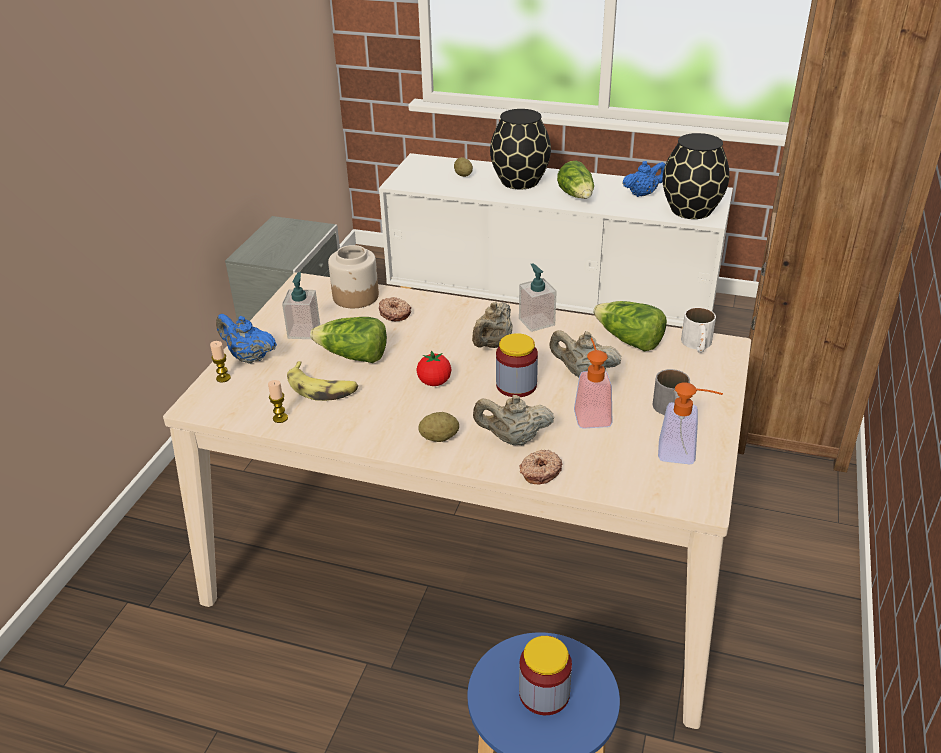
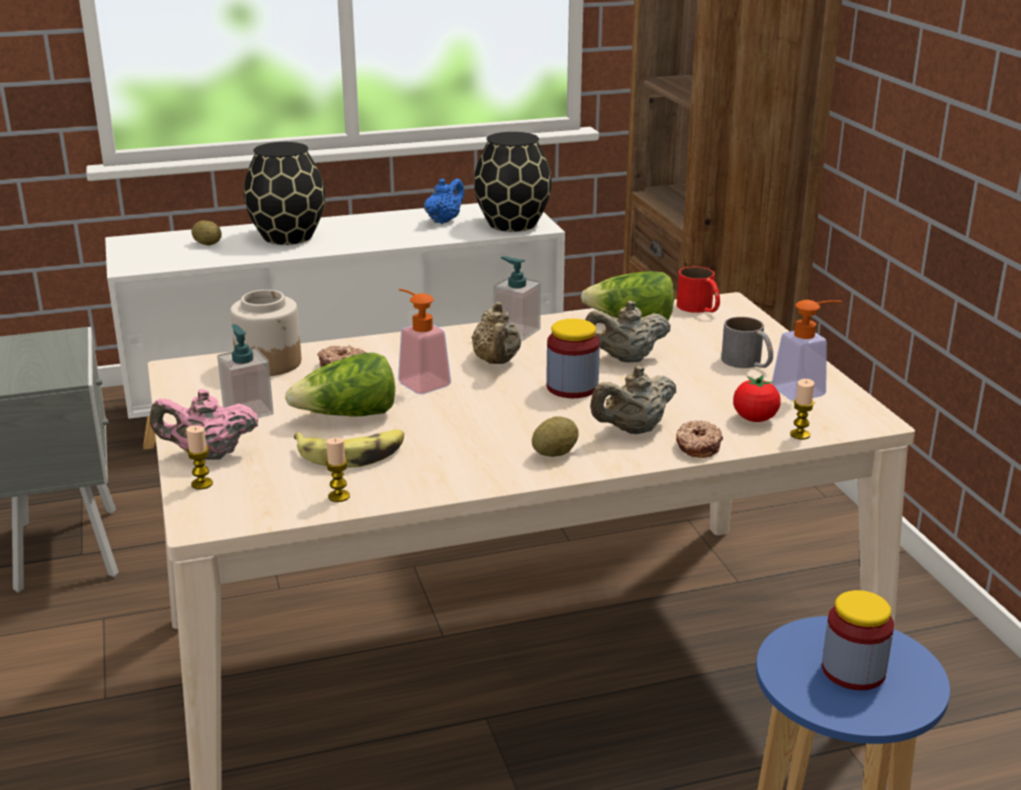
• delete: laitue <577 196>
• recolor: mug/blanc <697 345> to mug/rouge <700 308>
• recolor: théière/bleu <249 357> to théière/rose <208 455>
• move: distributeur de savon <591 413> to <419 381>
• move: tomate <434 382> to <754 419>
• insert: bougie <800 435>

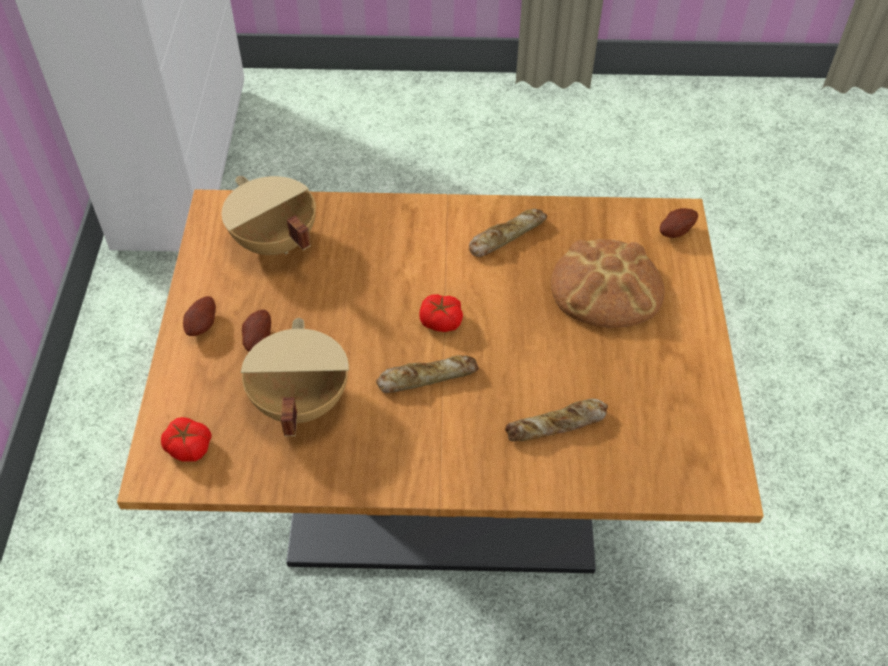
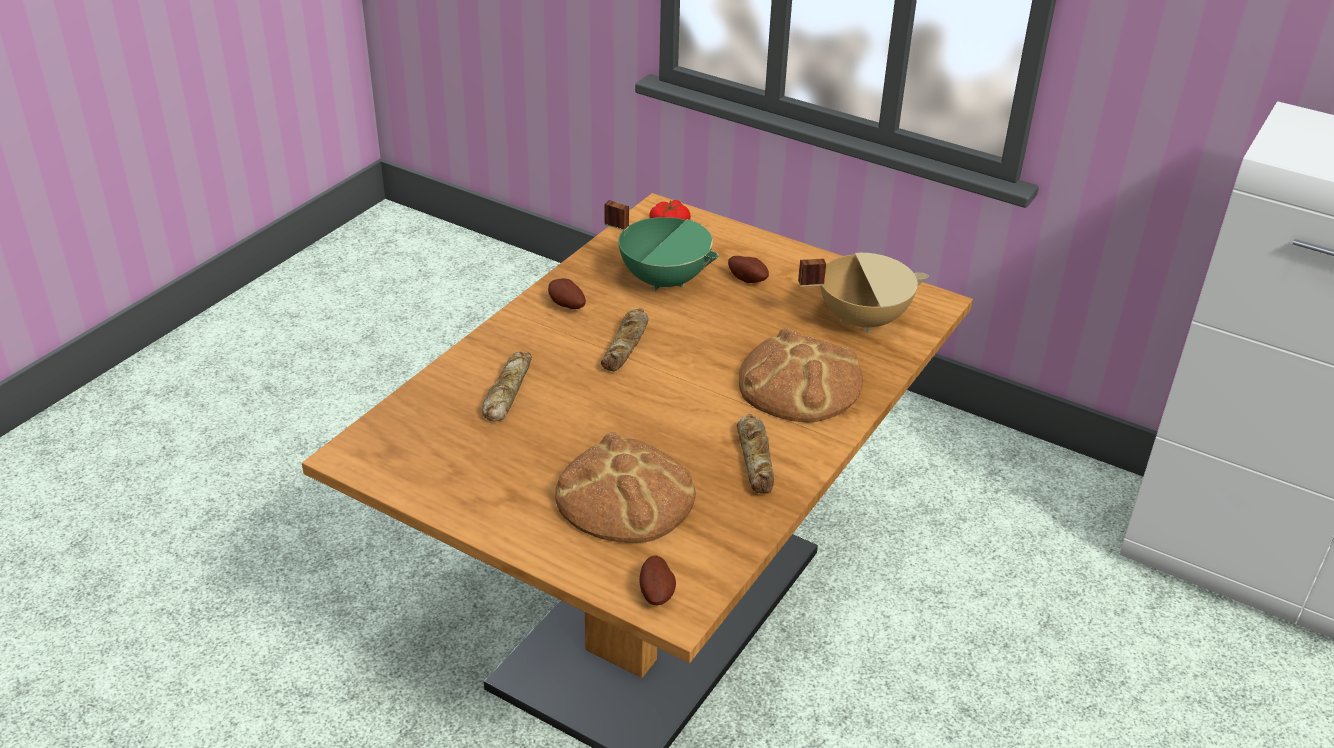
• delete: tomate <441 321>
• move: pomme de terre <203 325> to <566 306>
• recolor: marmite/beige <298 401> to marmite/vert <664 279>
• insert: pain <799 383>

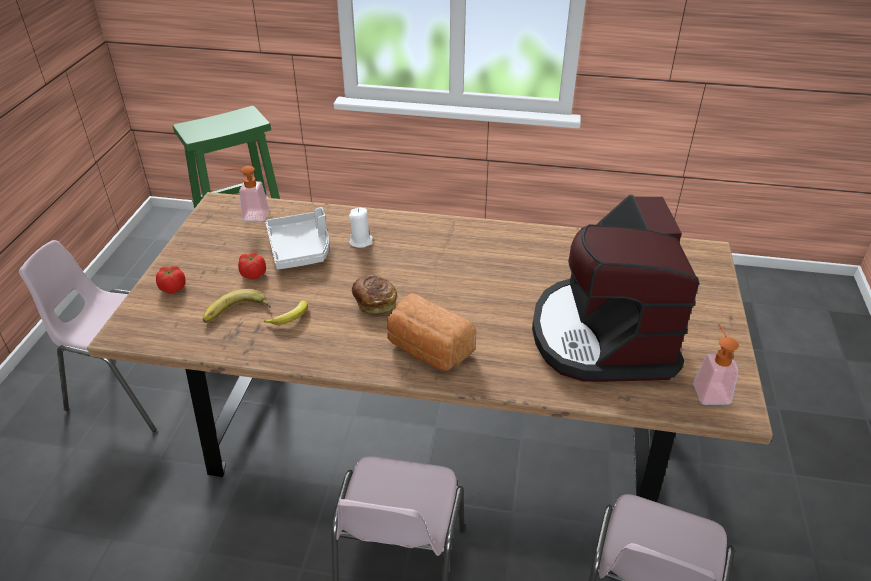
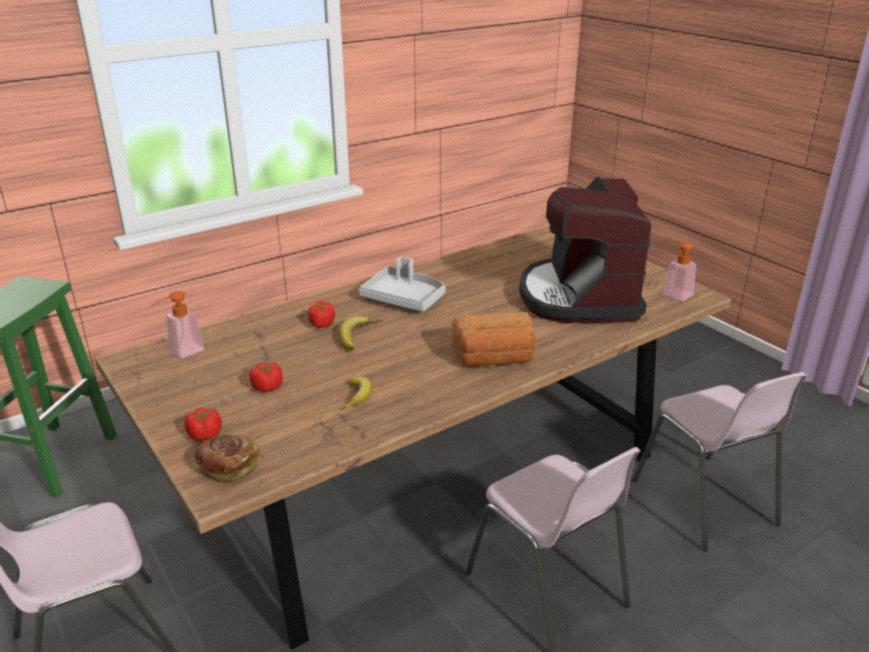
• rotate: machine à café <602 336> = <579 297> 45 degrees clockwise
• move: plateau/gris <301 249> to <404 298>
• replace: bougie/blanc <361 241> to tomate <322 324>
• move: pain <374 302> to <228 468>
• move: banane <237 313> to <361 337>

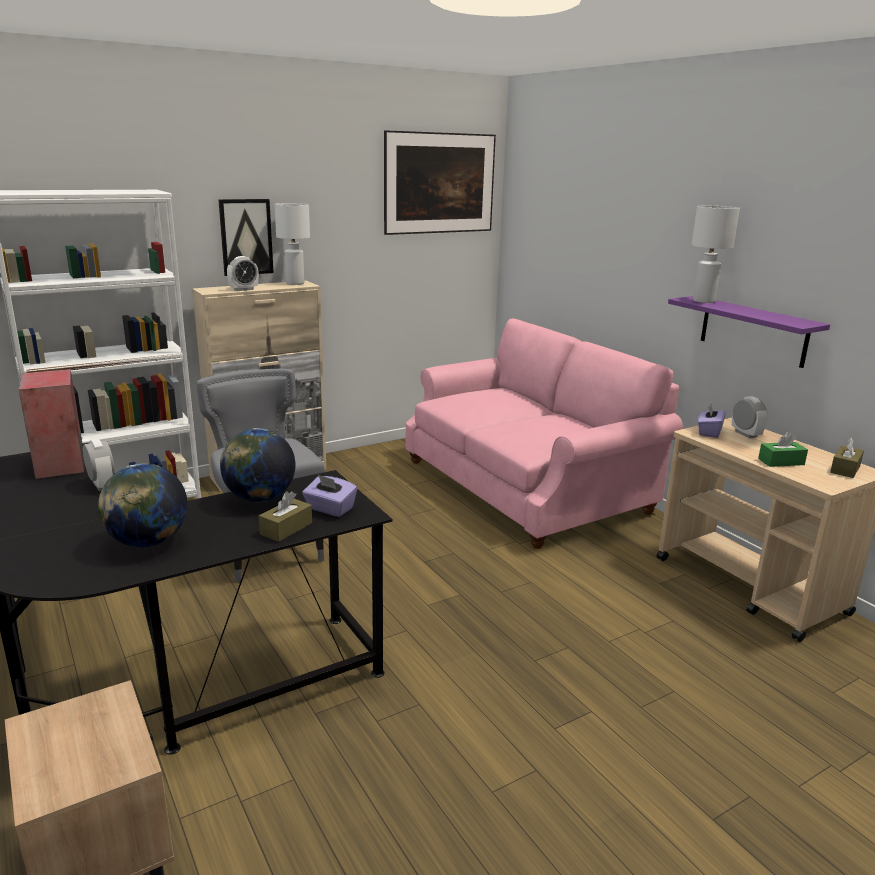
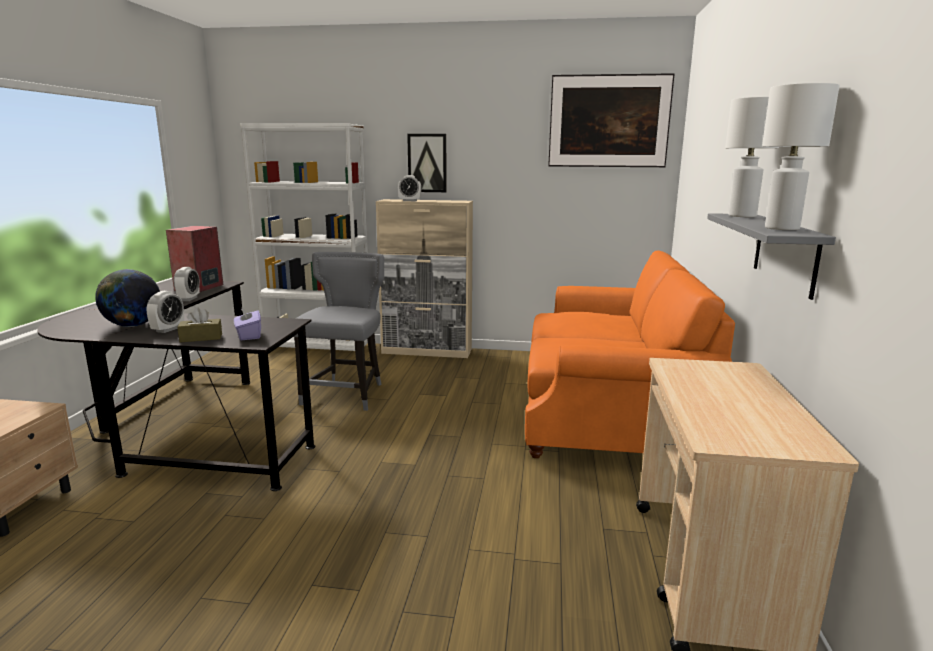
• move: lampe de table/blanc <295 283> to <783 228>
• recolor: étagère/violet <753 331> to étagère/gris <785 253>
• recolor: canapé/rose <525 486> to canapé/orange <607 411>
• move: réveil <745 434> to <168 329>
• delete: boîte à mouchoirs/violet <709 432>
• delete: globe <260 498>
• delete: boîte à mouchoirs/vert <781 462>
• delete: boîte à mouchoirs/marron <845 469>

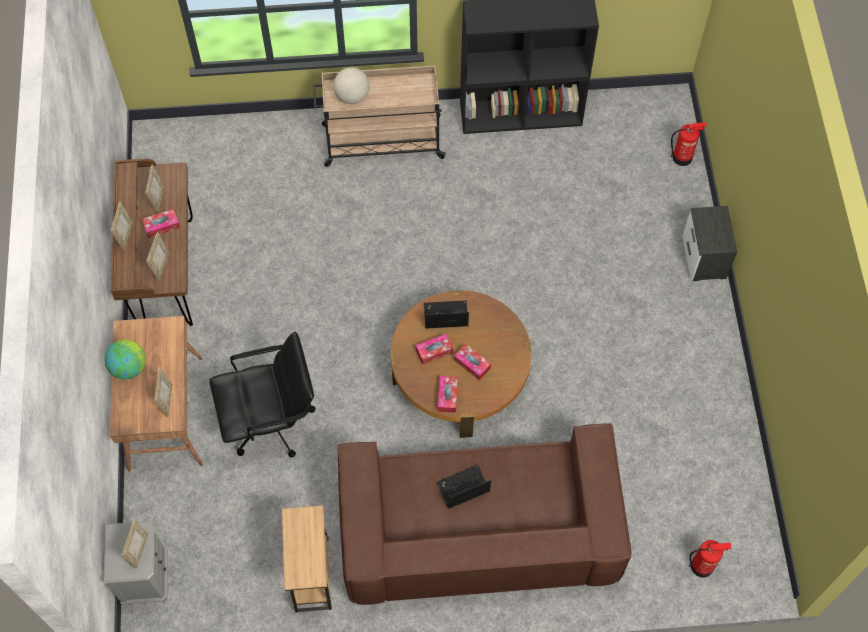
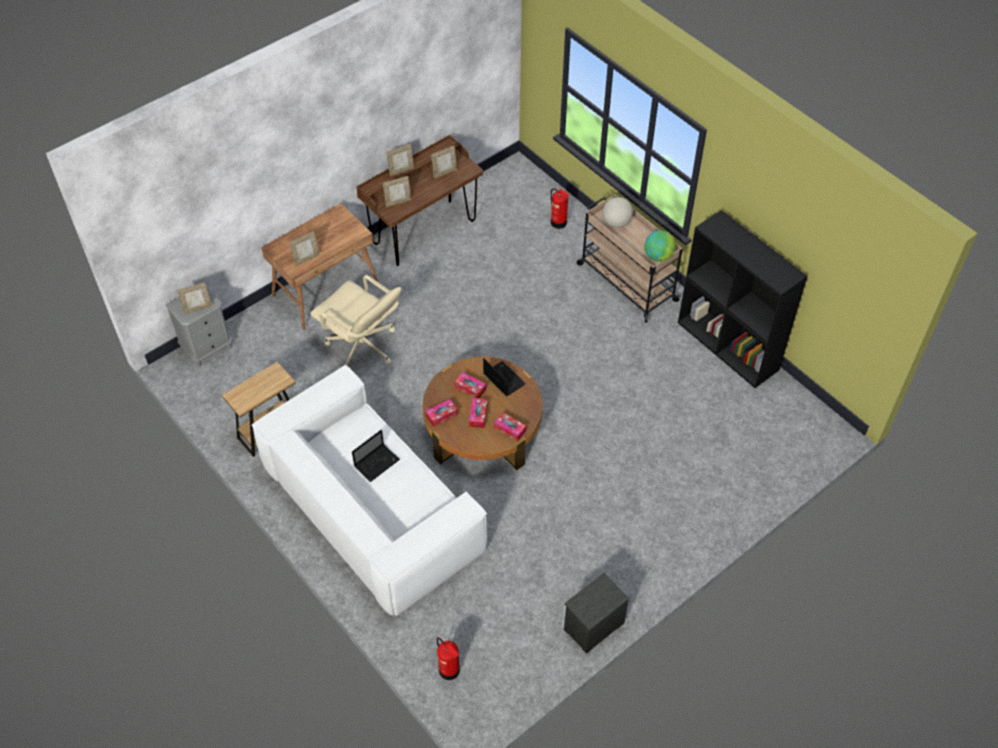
• move: extincteur <682 157> to <558 223>
• move: table de chevet <704 258> to <592 626>
• move: boîte à mouchoirs <162 226> to <510 429>
• recolor: chaise de bureau/noir <271 422> to chaise de bureau/beige <362 347>
• move: globe <129 367> to <658 256>
• recolor: canapé/marron <478 529> to canapé/blanc <372 508>
• rotate: ordinateur portable <462 488> = <377 462> 105 degrees clockwise

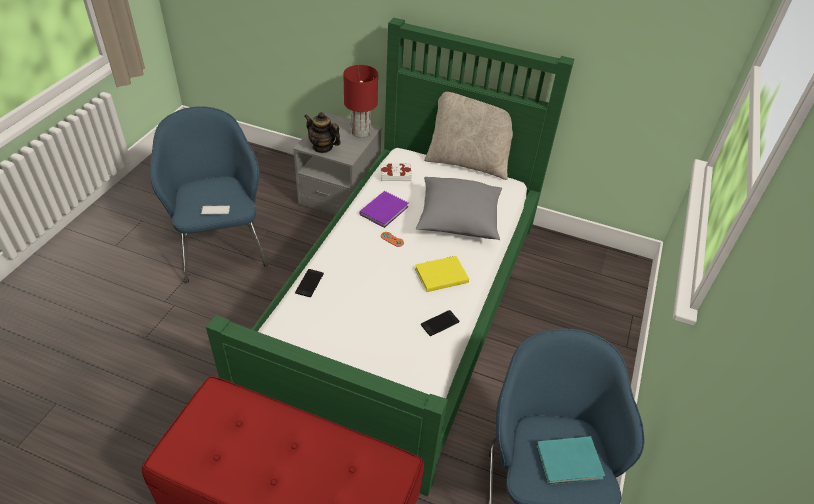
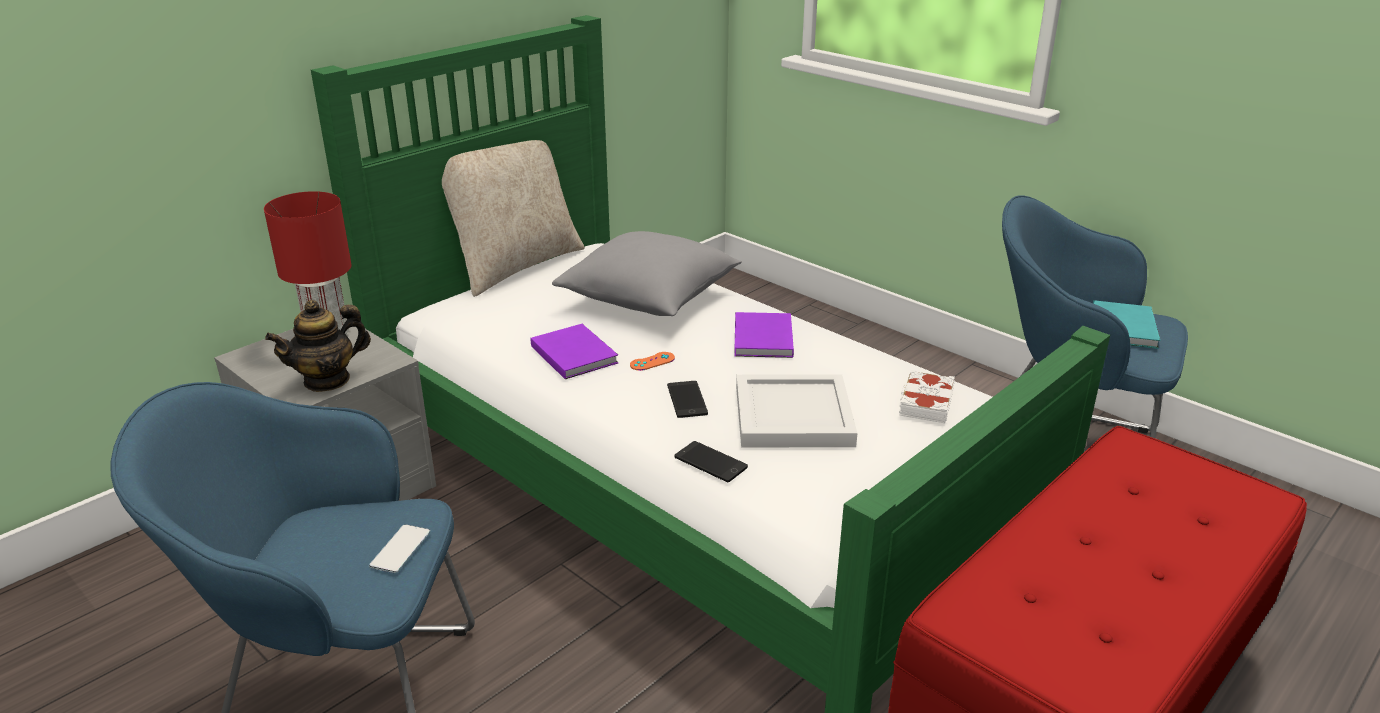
• move: livre/blanc <395 174> to <925 402>
• recolor: livre/jaune <440 275> to livre/violet <762 339>
• move: téléphone <440 323> to <687 400>
• insert: plateau/blanc <795 415>

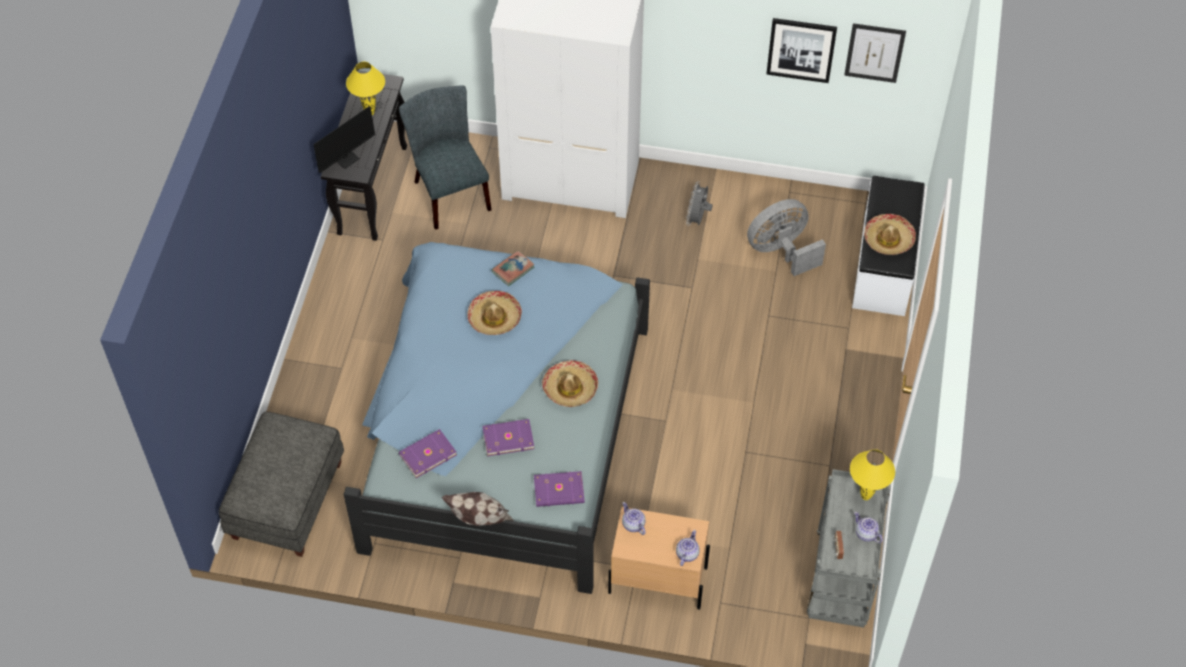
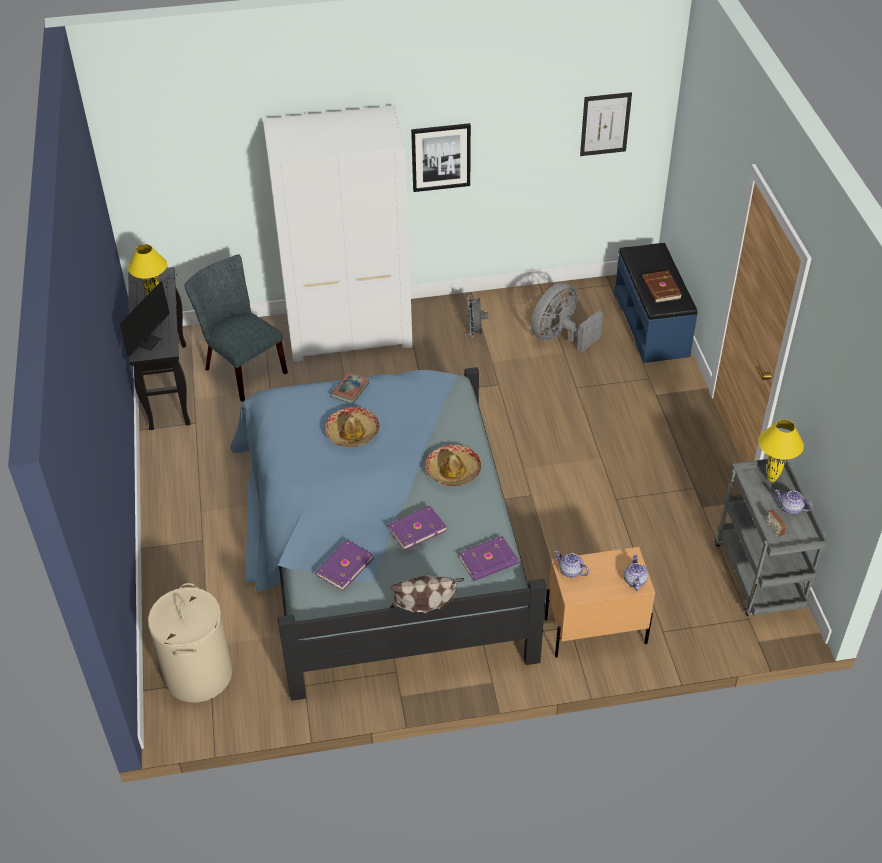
• move: tableau <801 49> to <441 157>
• recolor: banc/blanc <885 265> to banc/bleu <652 324>
• replace: chapeau <888 239> to livre/marron <660 288>
• replace: pouf/gris <288 501> to panier à linge/beige <199 674>

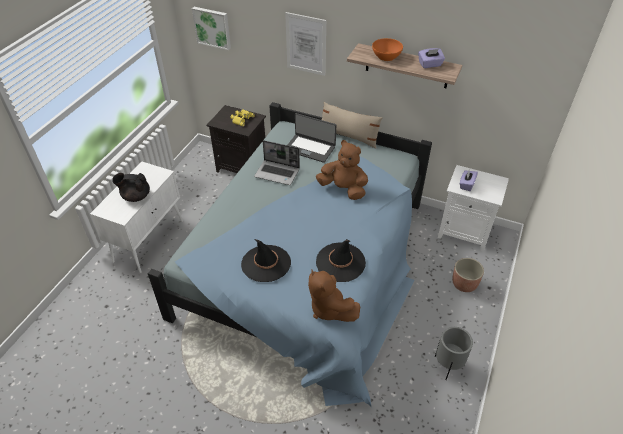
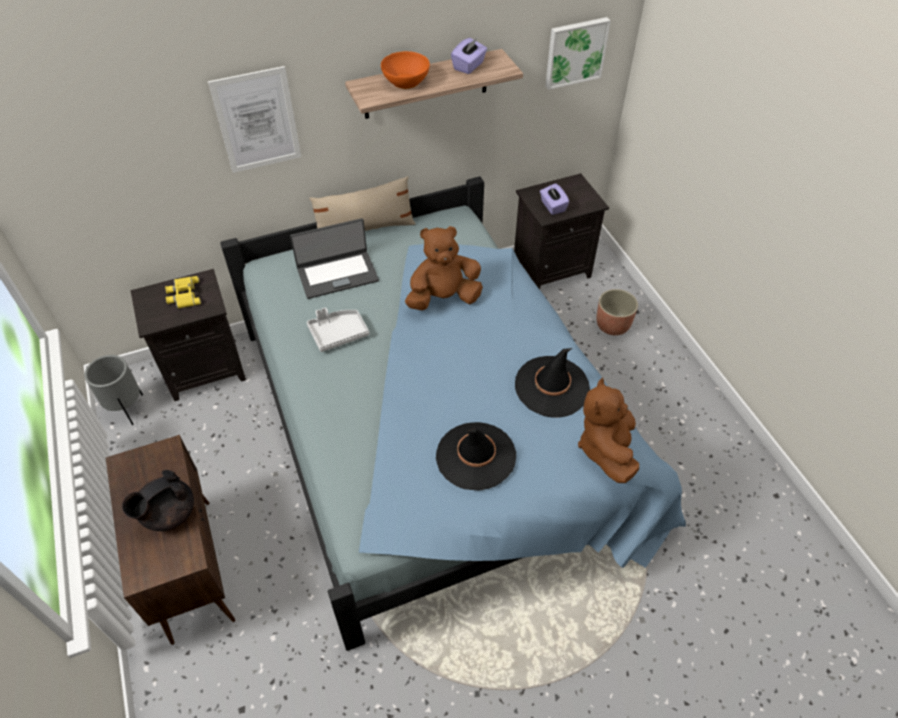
• move: tableau <212 27> to <575 52>
• replace: ordinateur portable <278 173> to plateau/gris <338 333>
• recolor: meuble de rangement/blanc <149 240> to meuble de rangement/marron <191 568>
• recolor: table de chevet/blanc <465 231> to table de chevet/noir <552 268>
• rotate: peluche/marron <329 308> = <606 448> 90 degrees clockwise
• move: cache-pot/gris <447 365> to <127 409>

